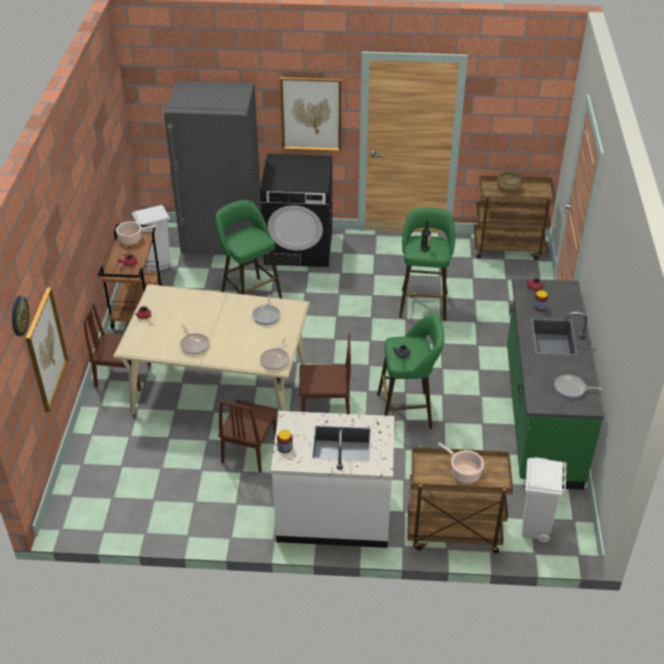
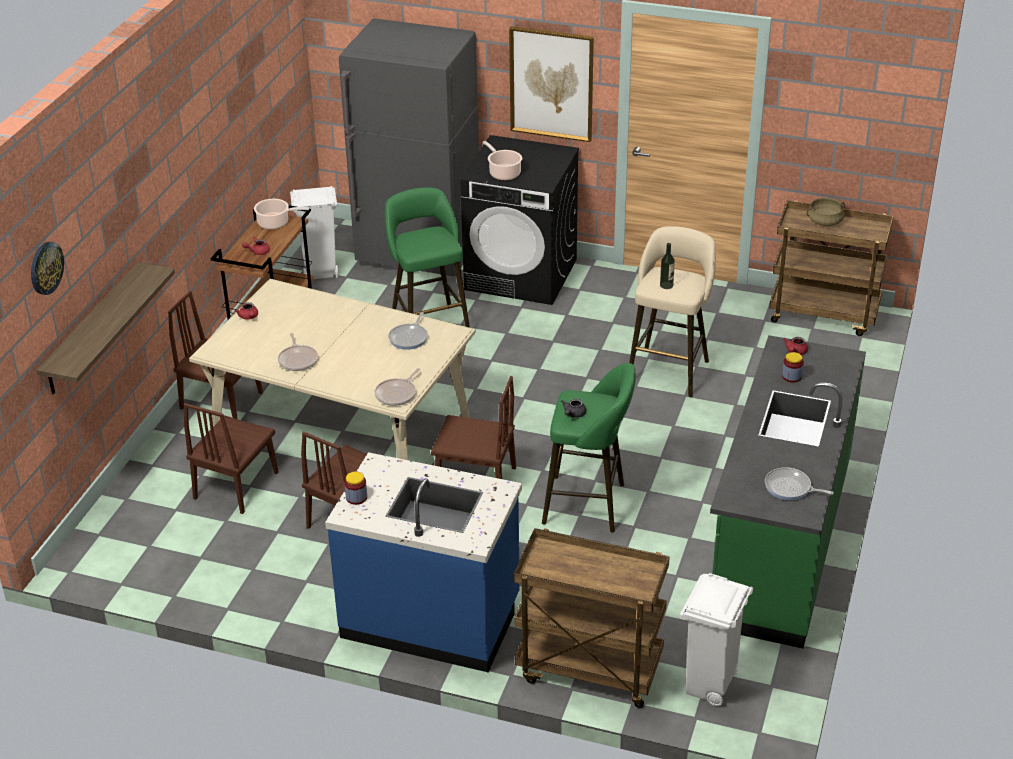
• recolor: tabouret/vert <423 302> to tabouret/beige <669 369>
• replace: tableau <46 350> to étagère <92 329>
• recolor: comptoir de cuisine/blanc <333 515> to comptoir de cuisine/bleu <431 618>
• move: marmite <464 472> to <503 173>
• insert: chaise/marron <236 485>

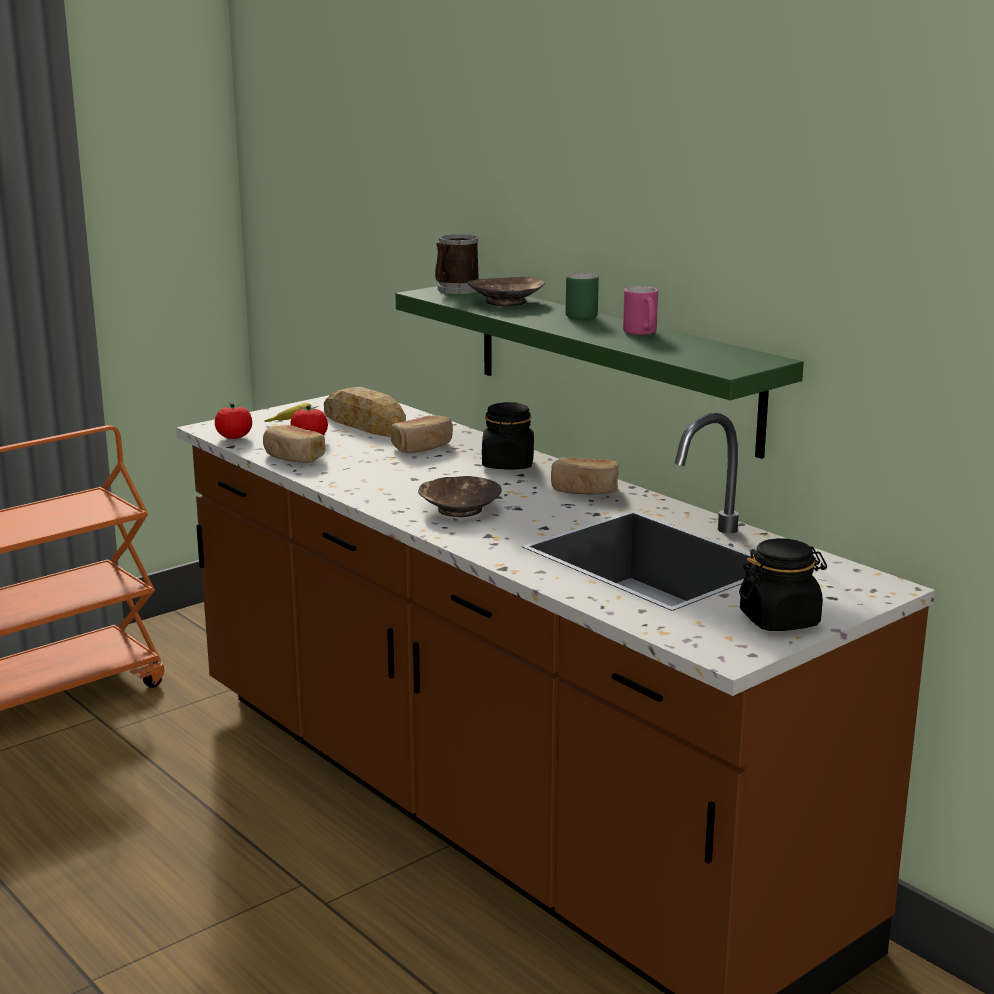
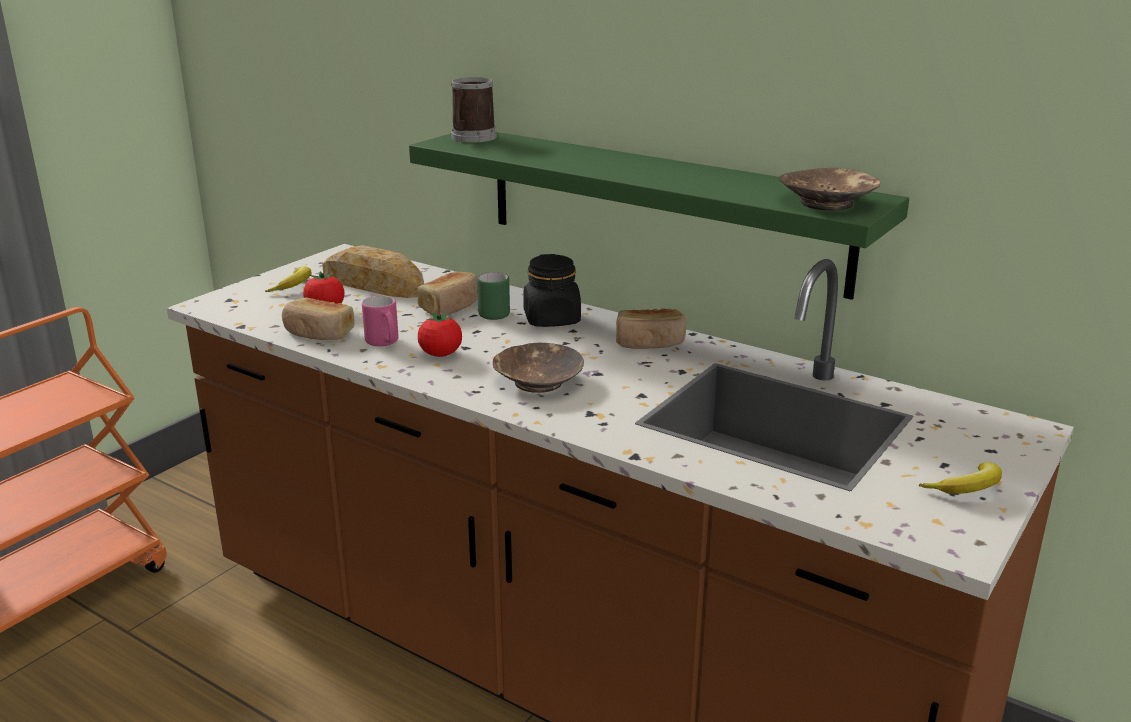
• move: mug/vert <582 315> to <493 313>
• move: bol/marron <507 302> to <827 203>
• move: mug/rose <642 333> to <384 343>
• move: tomate <234 438> to <440 354>
• replace: bocal/noir <780 620> to banane <967 488>

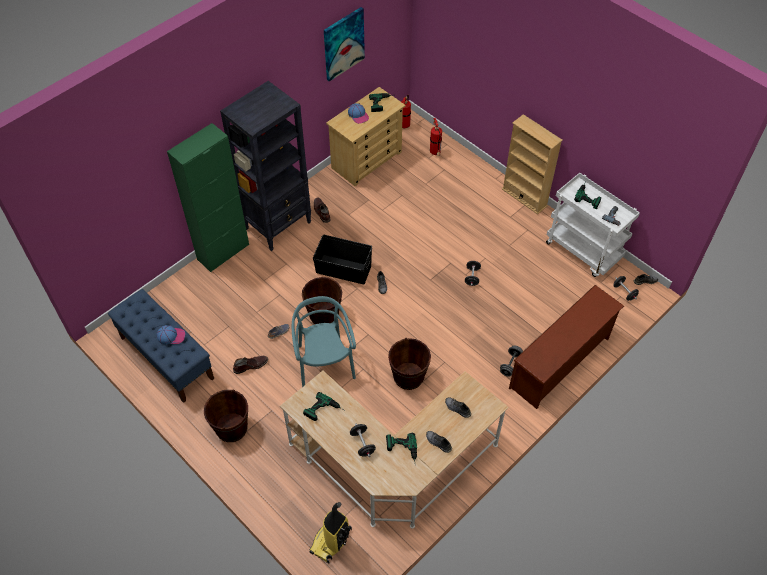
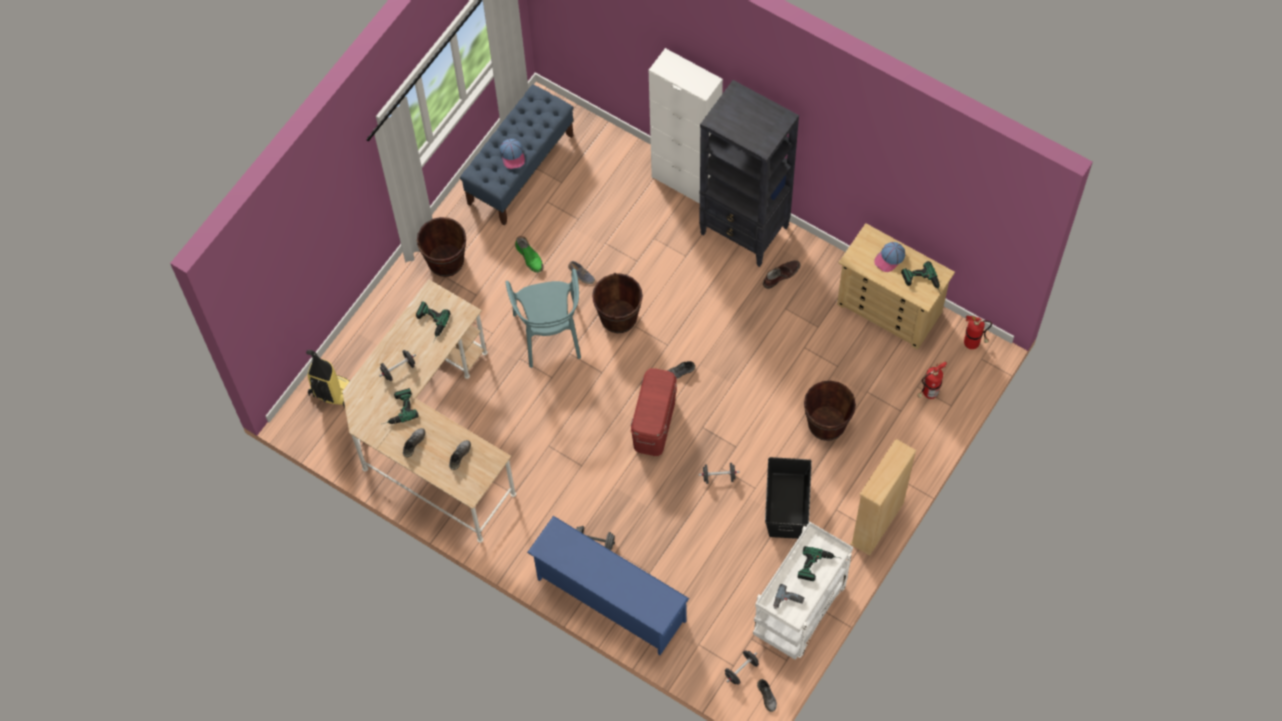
• delete: tableau <343 44>
• recolor: meuble de rangement/vert <223 252> to meuble de rangement/blanc <685 181>
• move: boîte de rangement/noir <343 269> to <787 505>
• recolor: étagère à chaussures/marron <560 363> to étagère à chaussures/bleu <609 600>
• rotate: chaise/turquoise <324 363> = <549 334> 105 degrees clockwise
• move: seau/marron <408 376> to <827 424>
• recolor: botte/marron <250 365> to botte/vert <530 257>
• insert: boîte de rangement/rouge <654 423>

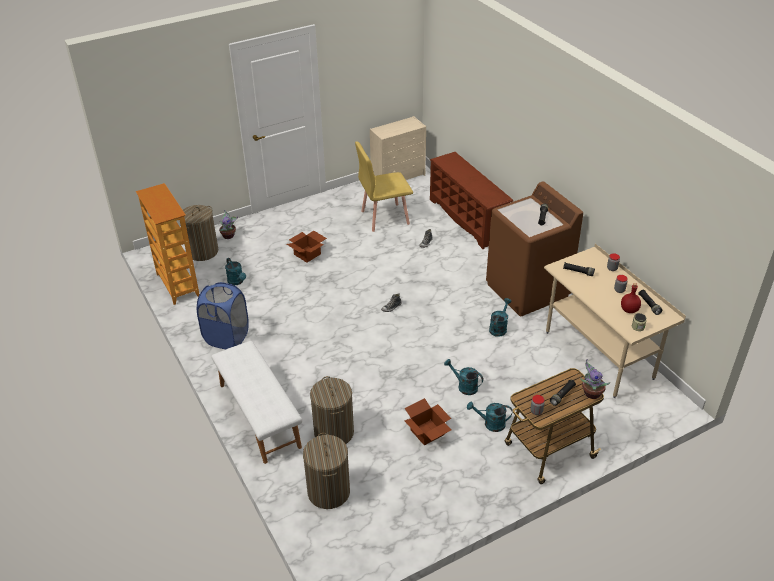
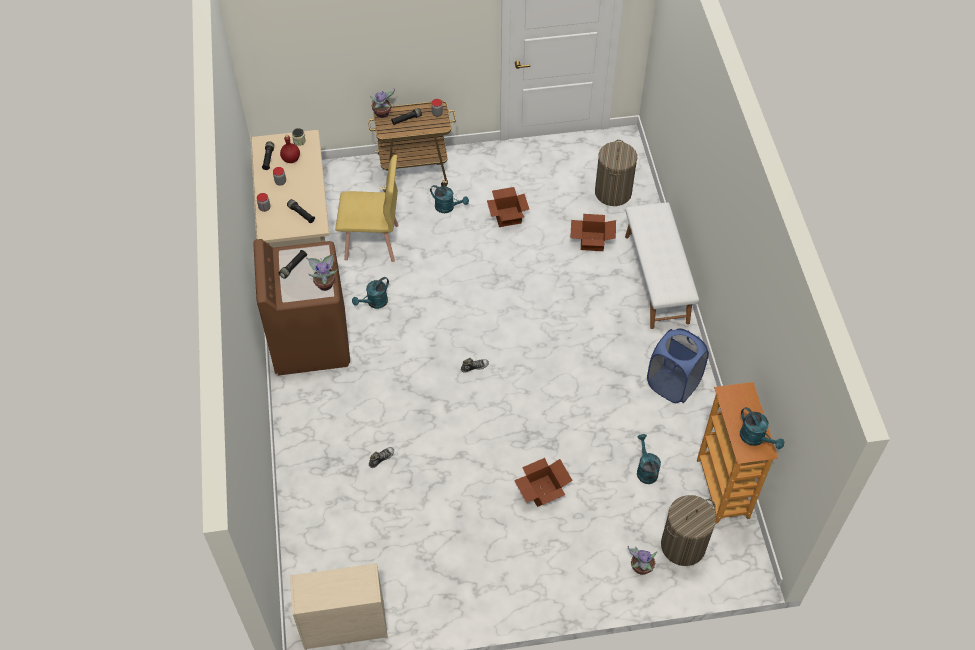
• move: chaise/jaune <384 217> to <372 242>
• delete: étagère à chaussures/marron <468 219>
• move: arrosoir/turquoise <464 386> to <755 438>
• replace: panier à linge <334 432> to carton <591 241>
• insert: plante en pot <325 283>

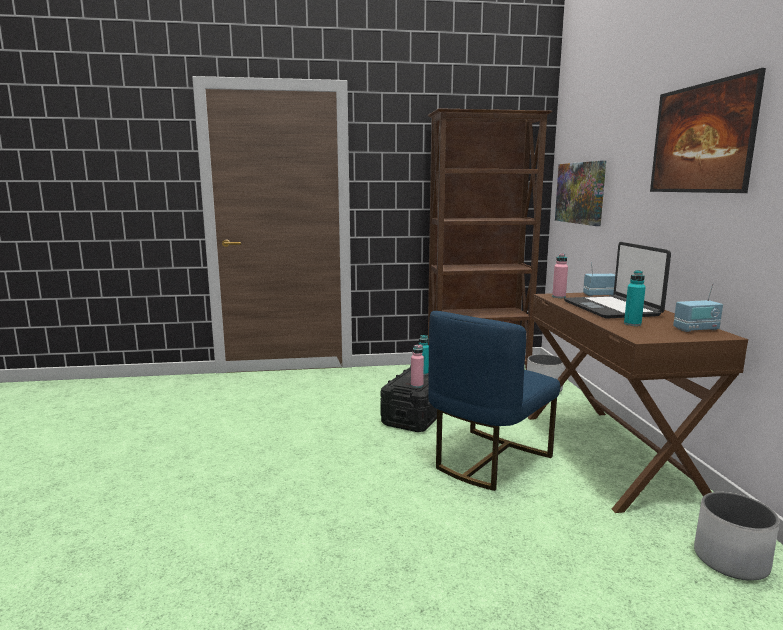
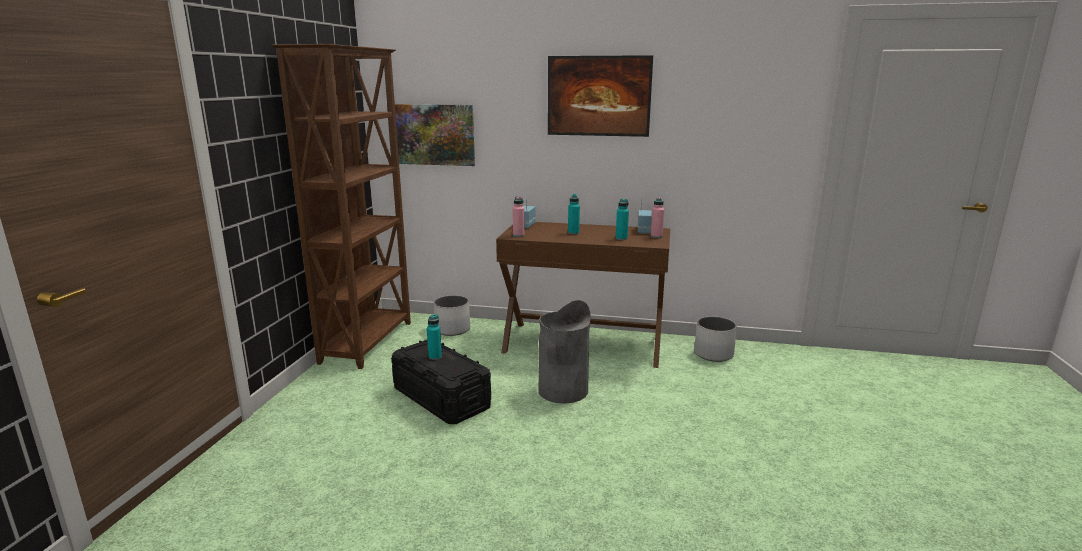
• replace: ordinateur portable <611 308> to bouteille/turquoise <573 233>
• replace: chaise/bleu <487 460> to poubelle/gris <563 390>
• move: bouteille/rose <417 385> to <656 236>

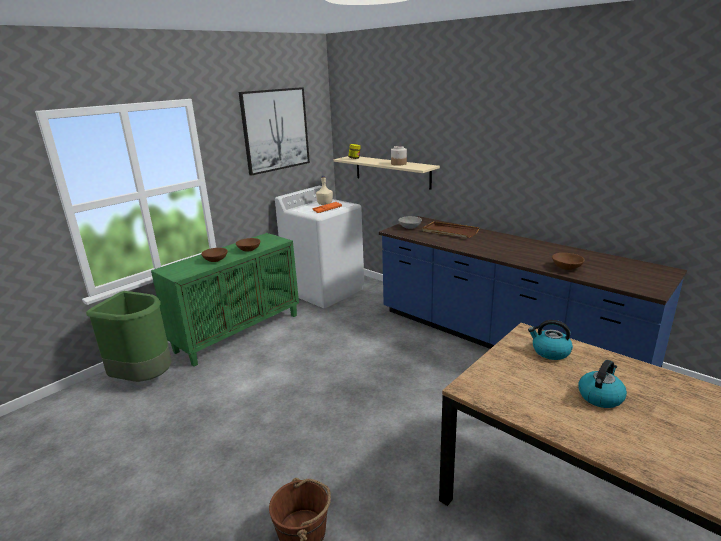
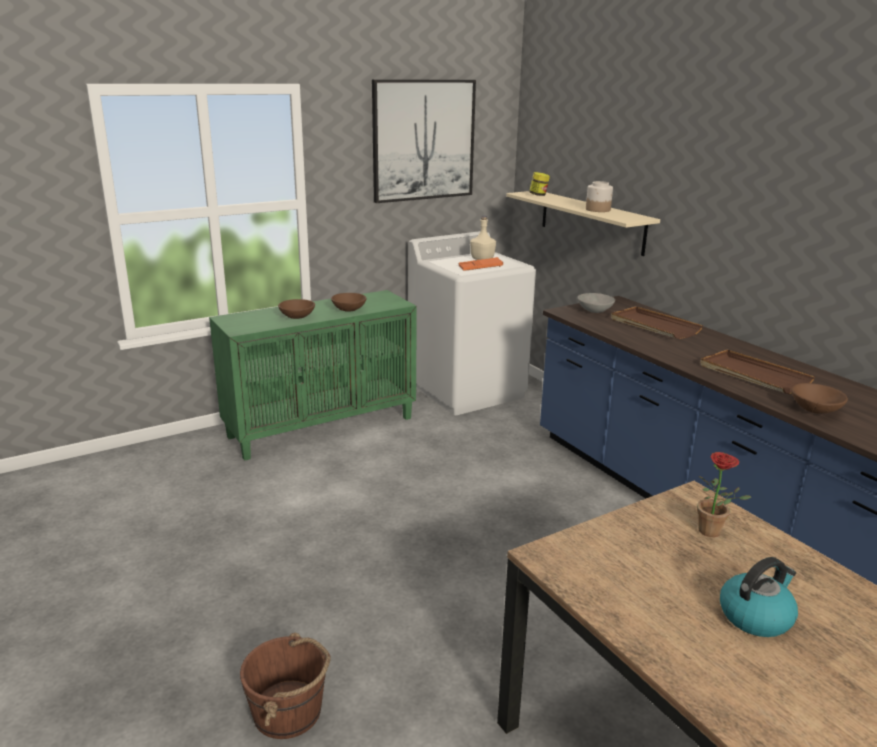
• delete: poubelle/vert <145 378>
• replace: bouilloire <550 351> to plante en pot <714 532>
• insert: plateau/marron <753 375>

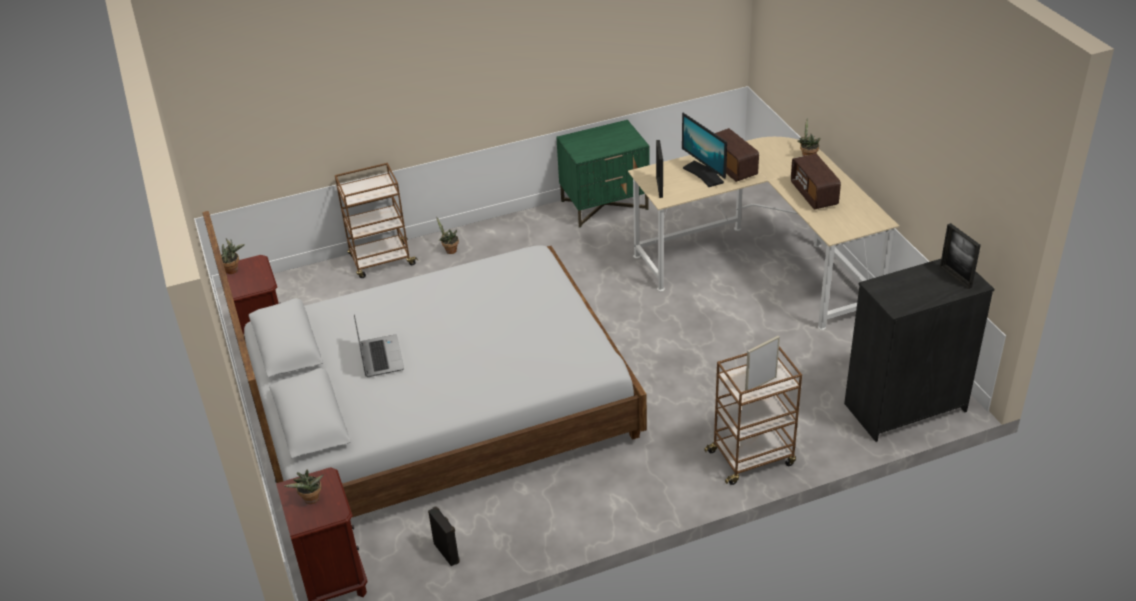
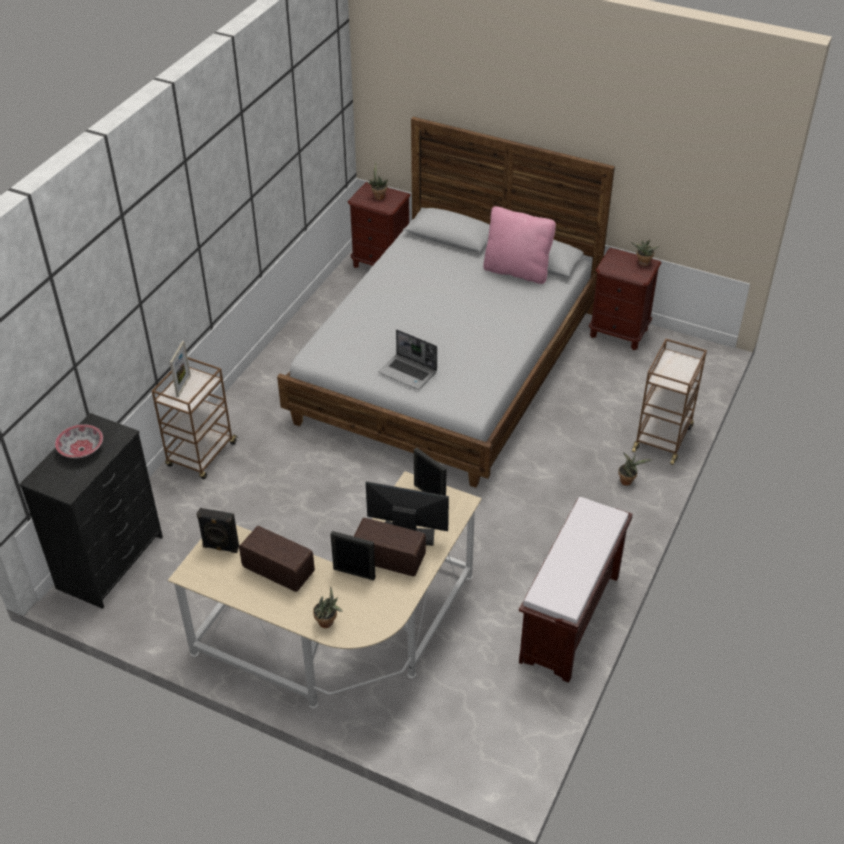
• replace: table de chevet/vert <605 205> to banc/marron <570 620>
• move: cadre photo <955 277> to <354 573>
• move: ordinateur portable <380 357> to <408 372>
• move: enceinte/noir <447 552> to <220 547>
• insert: coussin/rose <517 271>
• insert: bol <81 450>

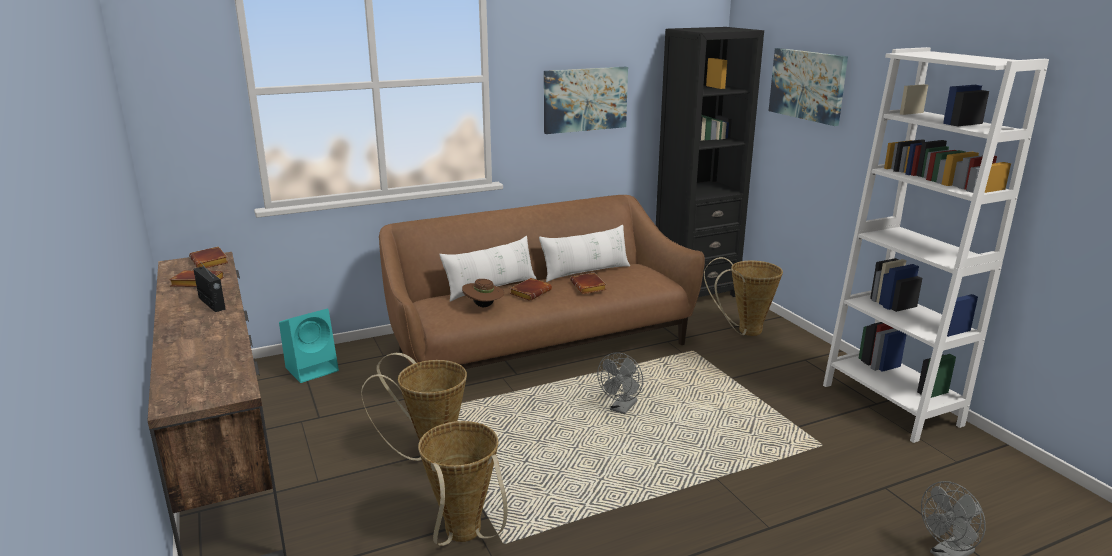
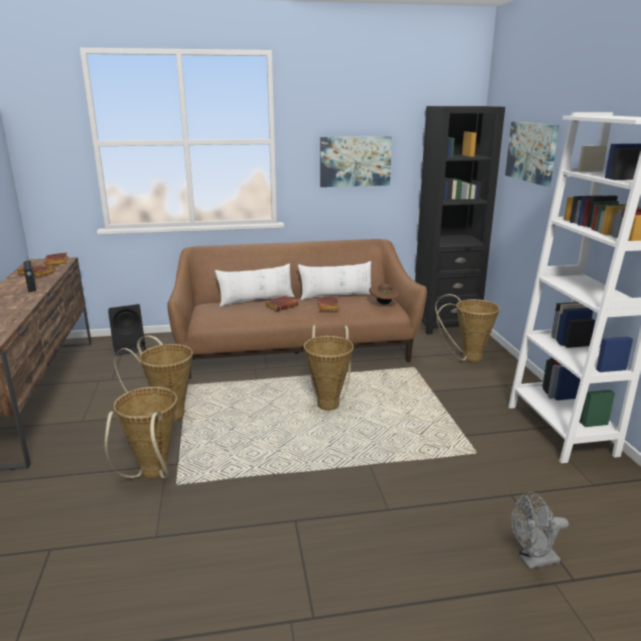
• move: chapeau/marron <483 306> to <383 304>
• recolor: enceinte/turquoise <313 369> to enceinte/noir <130 347>
• replace: ventilateur/gris <621 408> to panier <328 402>

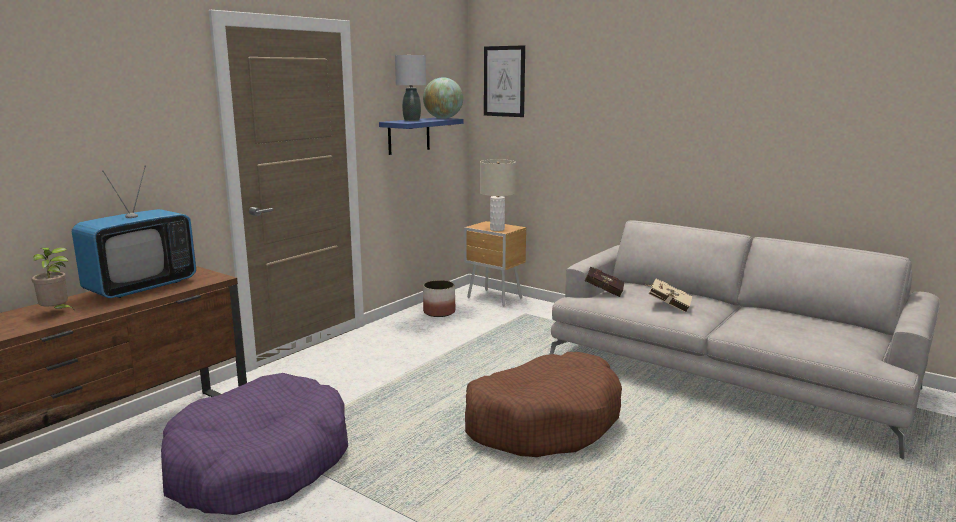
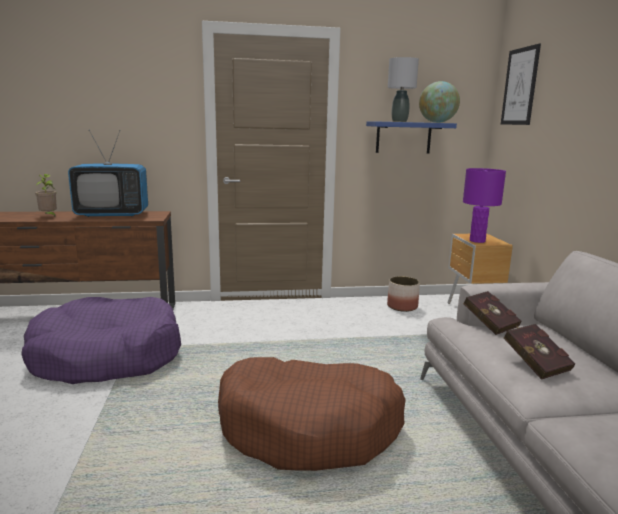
• recolor: lampe de table/beige <497 229> to lampe de table/violet <477 241>
• recolor: livre/beige <667 305> to livre/rouge <534 363>

